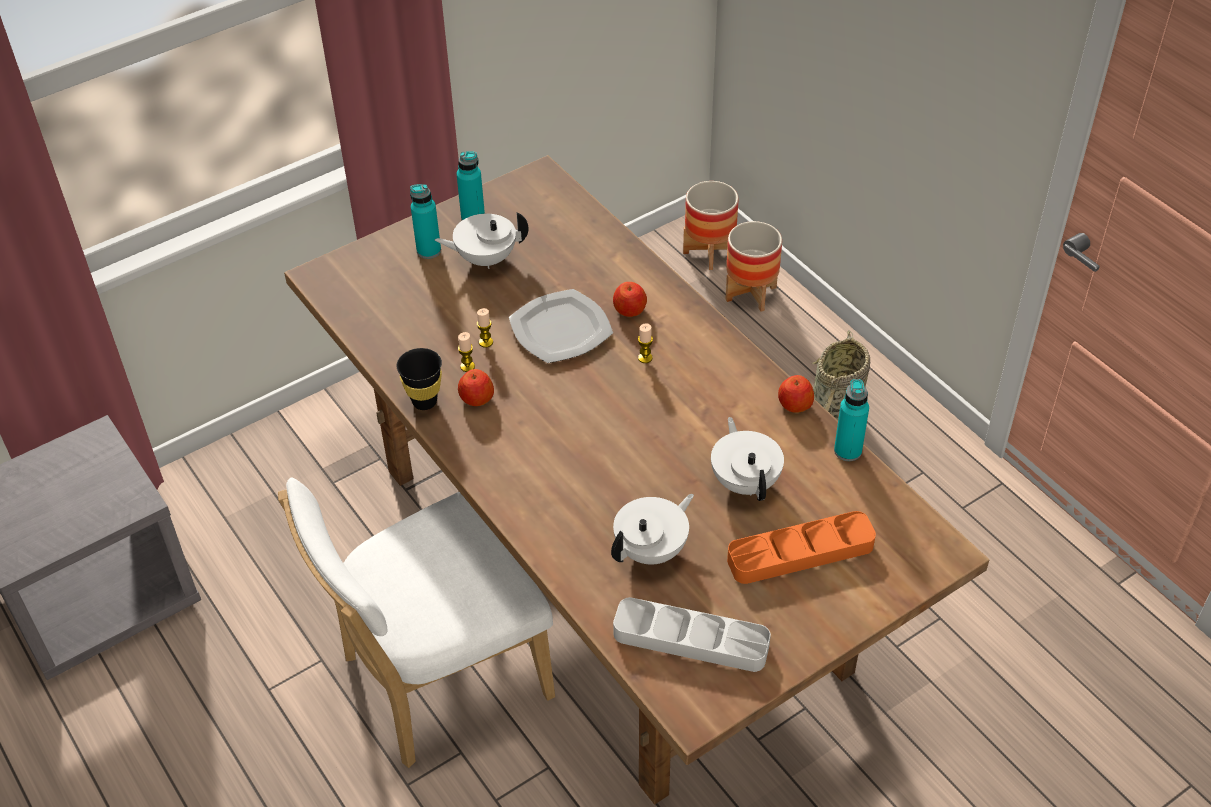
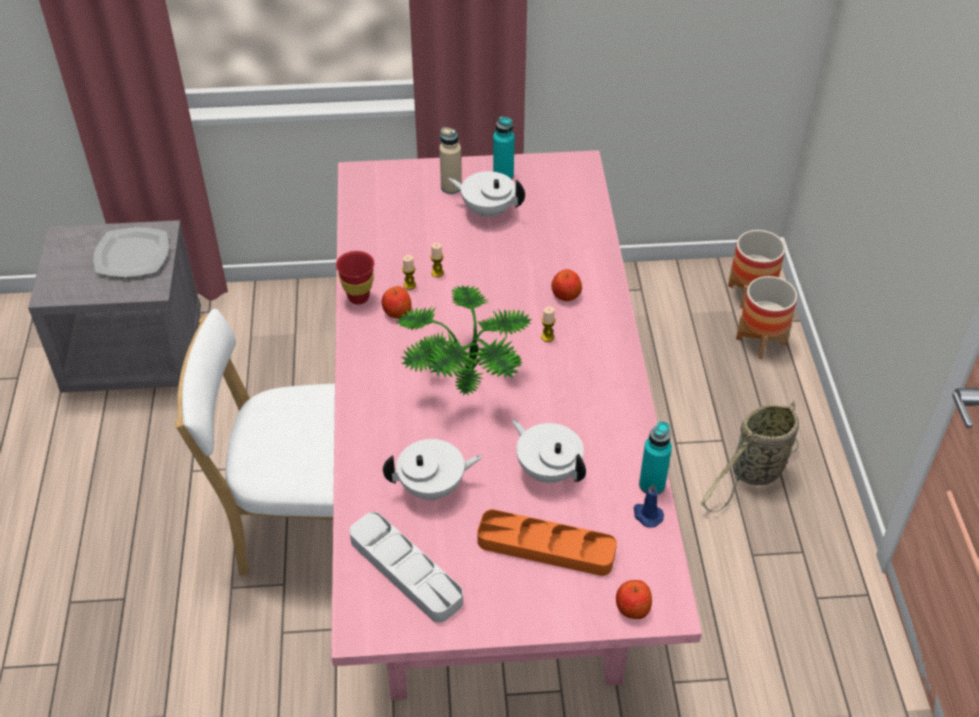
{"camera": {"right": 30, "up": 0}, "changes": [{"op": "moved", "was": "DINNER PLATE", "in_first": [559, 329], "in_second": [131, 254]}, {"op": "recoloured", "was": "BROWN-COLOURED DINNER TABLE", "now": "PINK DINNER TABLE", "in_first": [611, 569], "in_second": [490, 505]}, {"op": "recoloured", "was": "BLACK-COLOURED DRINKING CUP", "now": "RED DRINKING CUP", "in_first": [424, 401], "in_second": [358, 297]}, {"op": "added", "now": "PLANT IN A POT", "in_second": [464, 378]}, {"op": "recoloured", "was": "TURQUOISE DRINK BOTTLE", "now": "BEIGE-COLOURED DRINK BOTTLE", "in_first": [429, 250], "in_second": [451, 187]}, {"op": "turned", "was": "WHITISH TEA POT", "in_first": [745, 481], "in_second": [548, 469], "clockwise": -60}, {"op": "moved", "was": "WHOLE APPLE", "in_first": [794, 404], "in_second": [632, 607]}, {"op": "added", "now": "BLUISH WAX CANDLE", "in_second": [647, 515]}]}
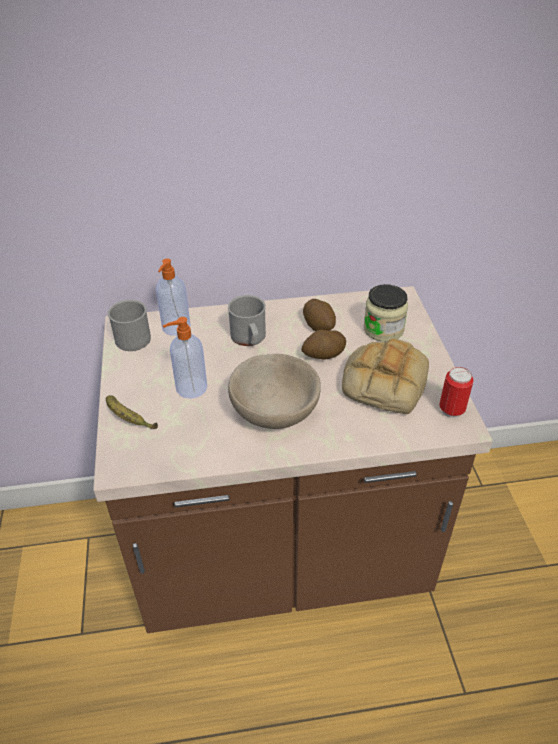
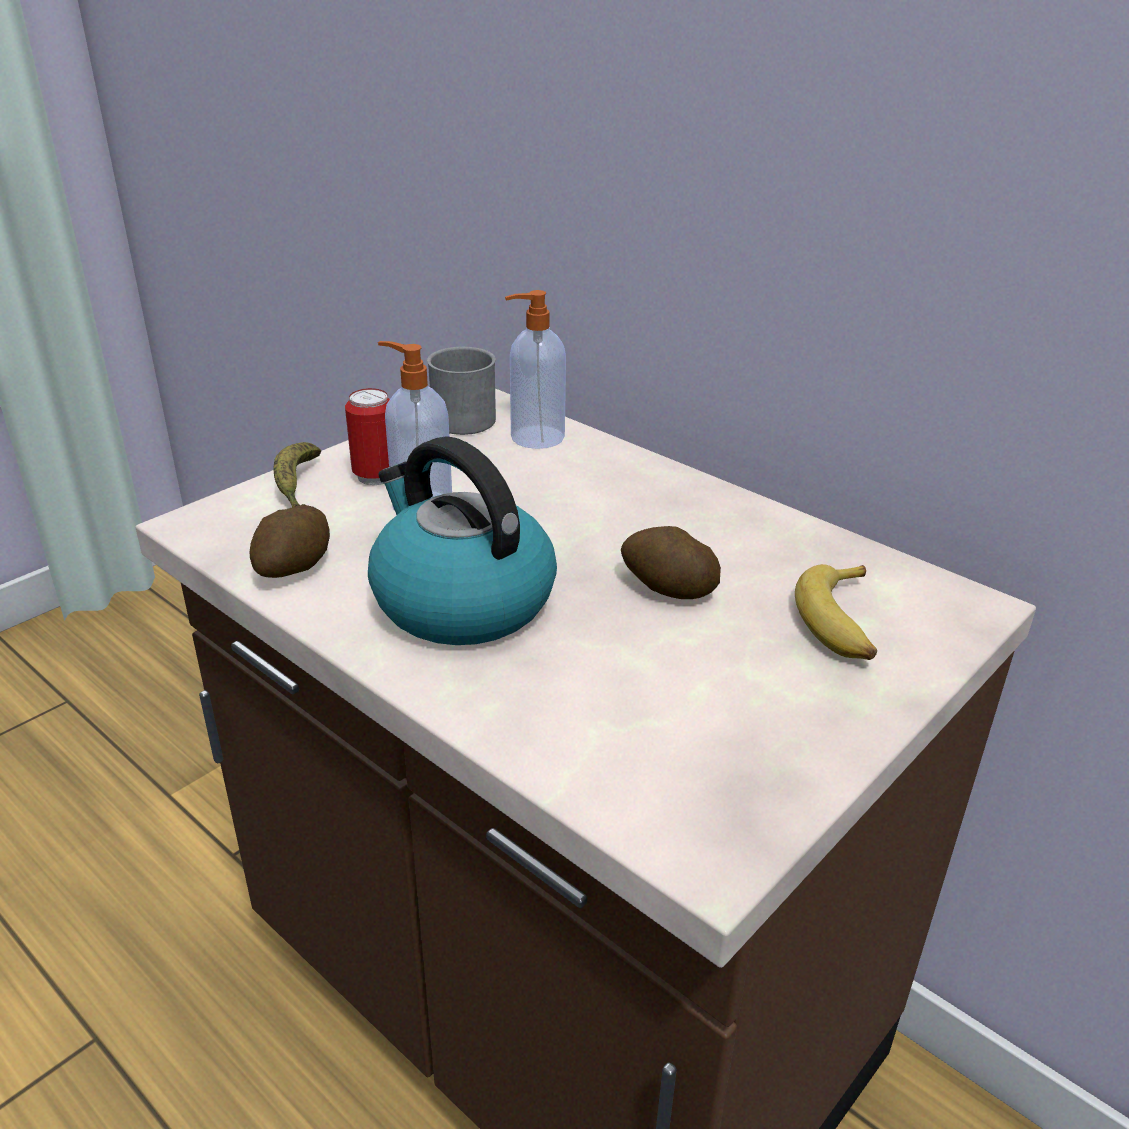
{"camera": {"right": 50, "up": -10}, "changes": [{"op": "moved", "was": "SPUD", "in_first": [319, 325], "in_second": [293, 568]}, {"op": "moved", "was": "SEALED CAN", "in_first": [451, 410], "in_second": [375, 476]}, {"op": "replaced", "was": "BEIGE-COLOURED DEEP DISH", "now": "TEA KETTLE", "in_first": [275, 411], "in_second": [460, 601]}, {"op": "replaced", "was": "STORAGE JAR", "now": "BANANA FRUIT", "in_first": [383, 329], "in_second": [842, 623]}, {"op": "removed", "was": "GREYISH TEA MUG", "in_first": [249, 339]}, {"op": "removed", "was": "BAKERY BREAD", "in_first": [383, 381]}]}
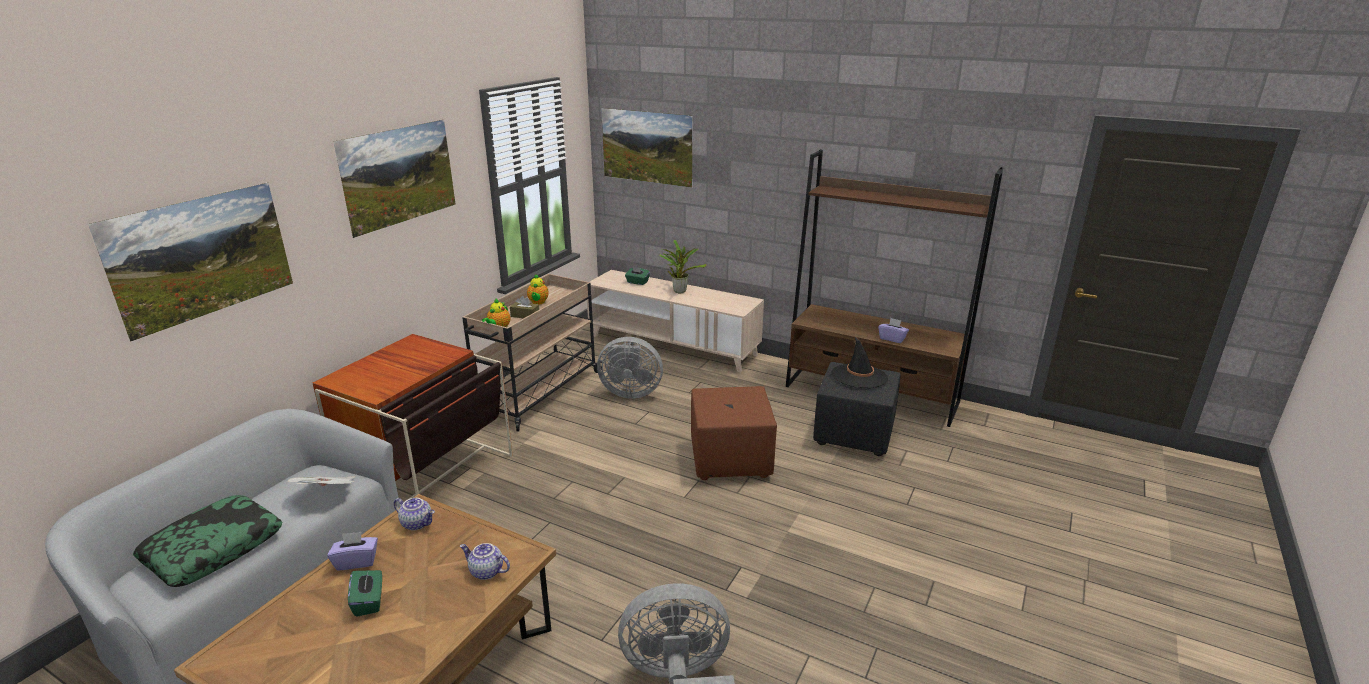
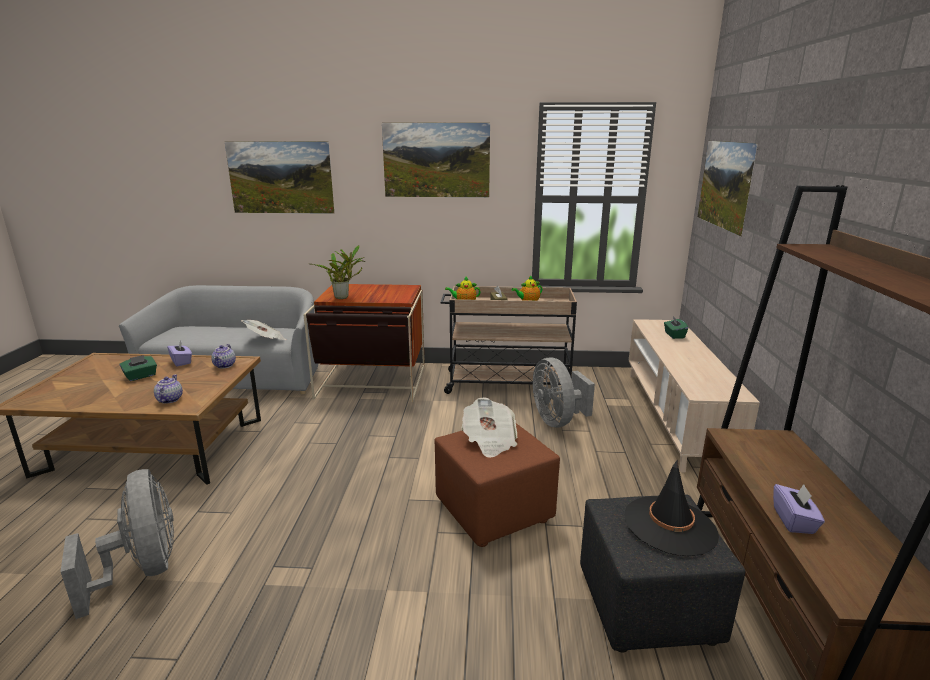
{"camera": {"right": 65, "up": -5}, "changes": [{"op": "moved", "was": "PLANT IN A POT", "in_first": [679, 290], "in_second": [343, 297]}, {"op": "added", "now": "DAILY PAPER", "in_second": [489, 441]}, {"op": "removed", "was": "CUSHION", "in_first": [213, 549]}]}
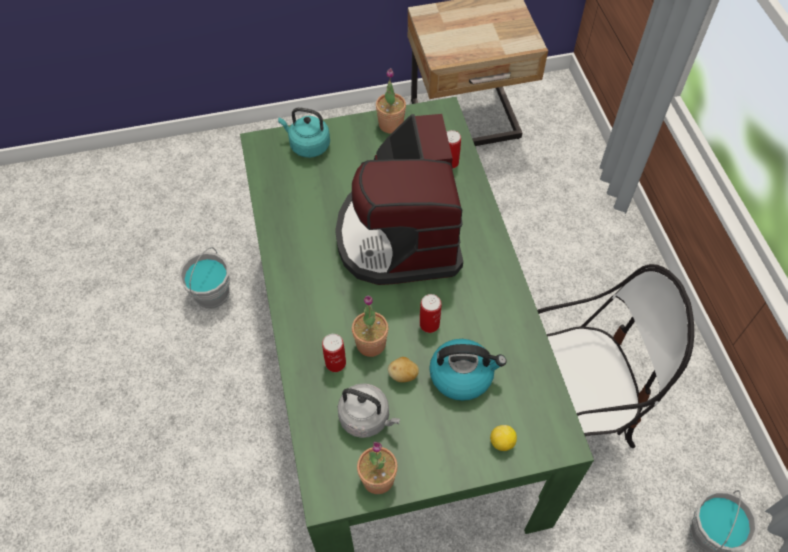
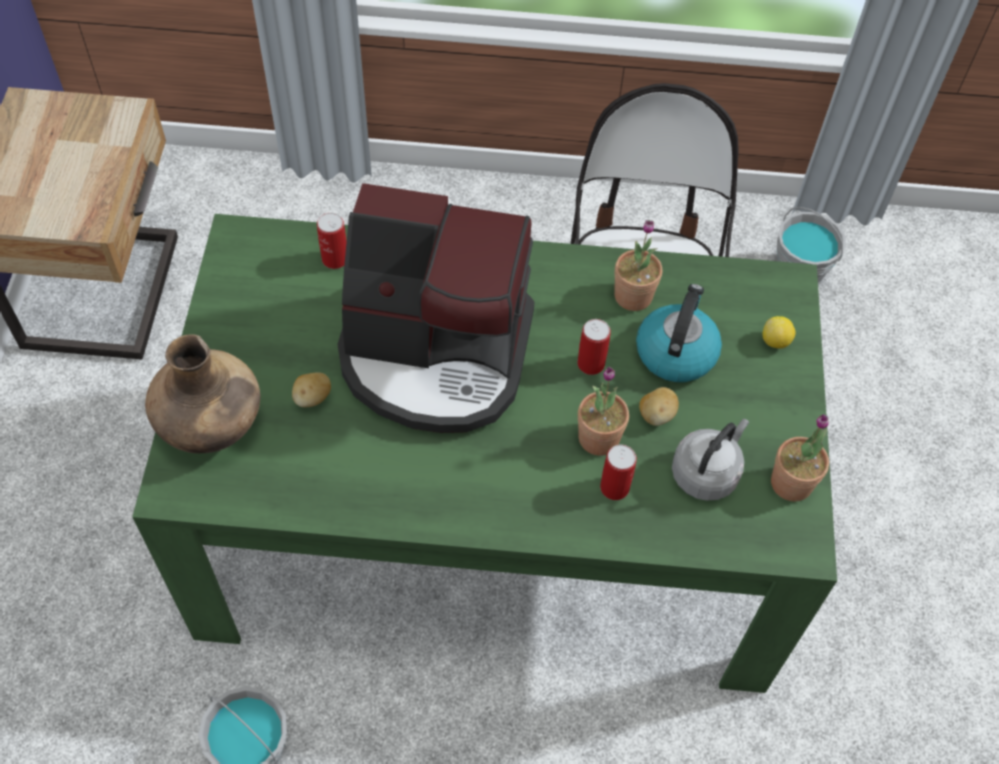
{"camera": {"right": -75, "up": 0}, "changes": [{"op": "replaced", "was": "TURQUOISE TEA KETTLE", "now": "BROWN-COLOURED DECORATIVE VASE", "in_first": [308, 145], "in_second": [211, 425]}, {"op": "added", "now": "SPUD", "in_second": [312, 398]}, {"op": "moved", "was": "PLANT IN A POT", "in_first": [391, 125], "in_second": [633, 296]}]}
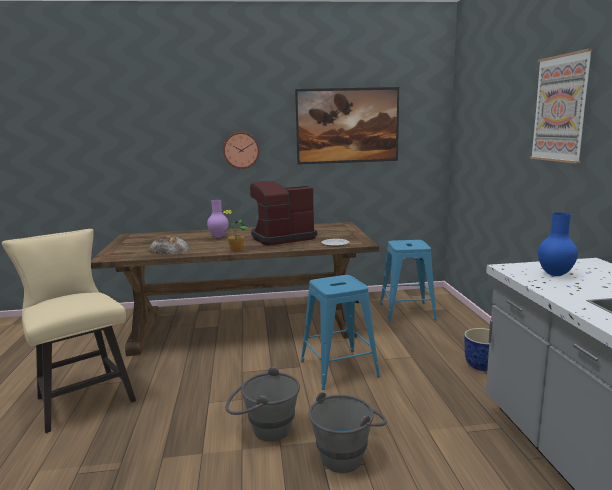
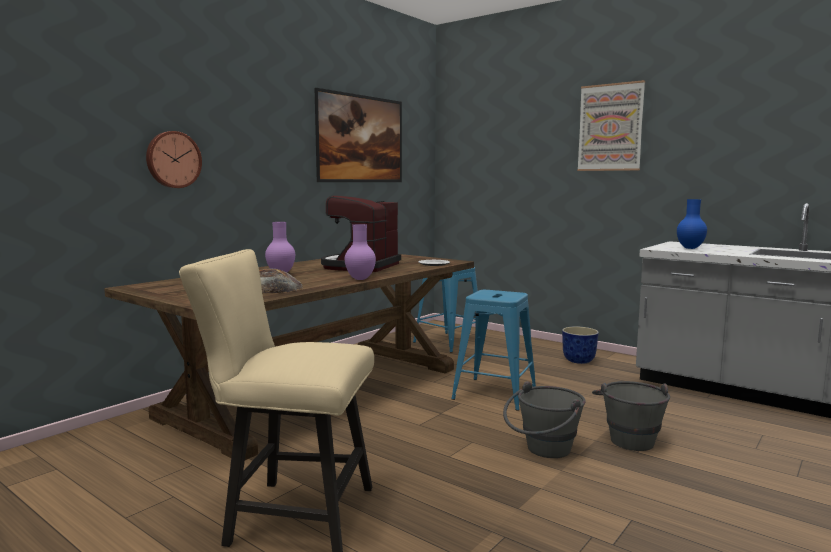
{"camera": {"right": -45, "up": -5}, "changes": [{"op": "moved", "was": "WALL CLOCK", "in_first": [241, 150], "in_second": [173, 159]}, {"op": "replaced", "was": "PLANT IN A POT", "now": "PURPLE-COLOURED DECORATIVE VASE", "in_first": [236, 251], "in_second": [360, 279]}]}
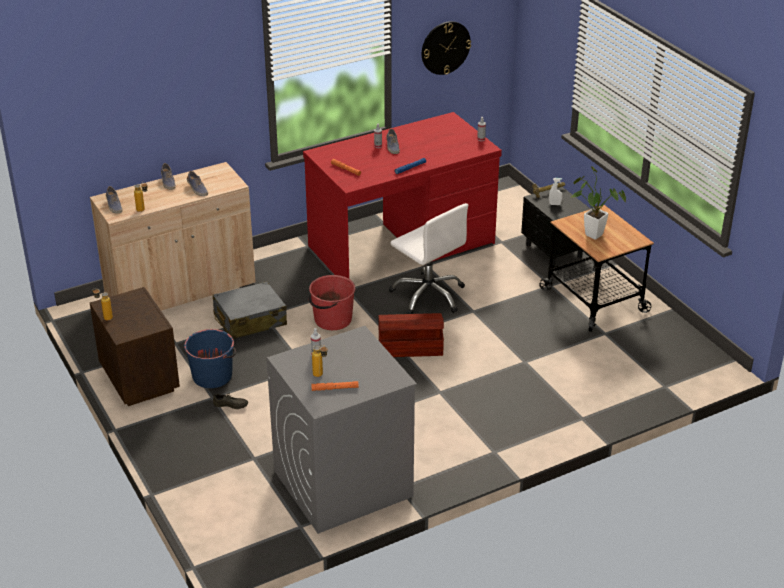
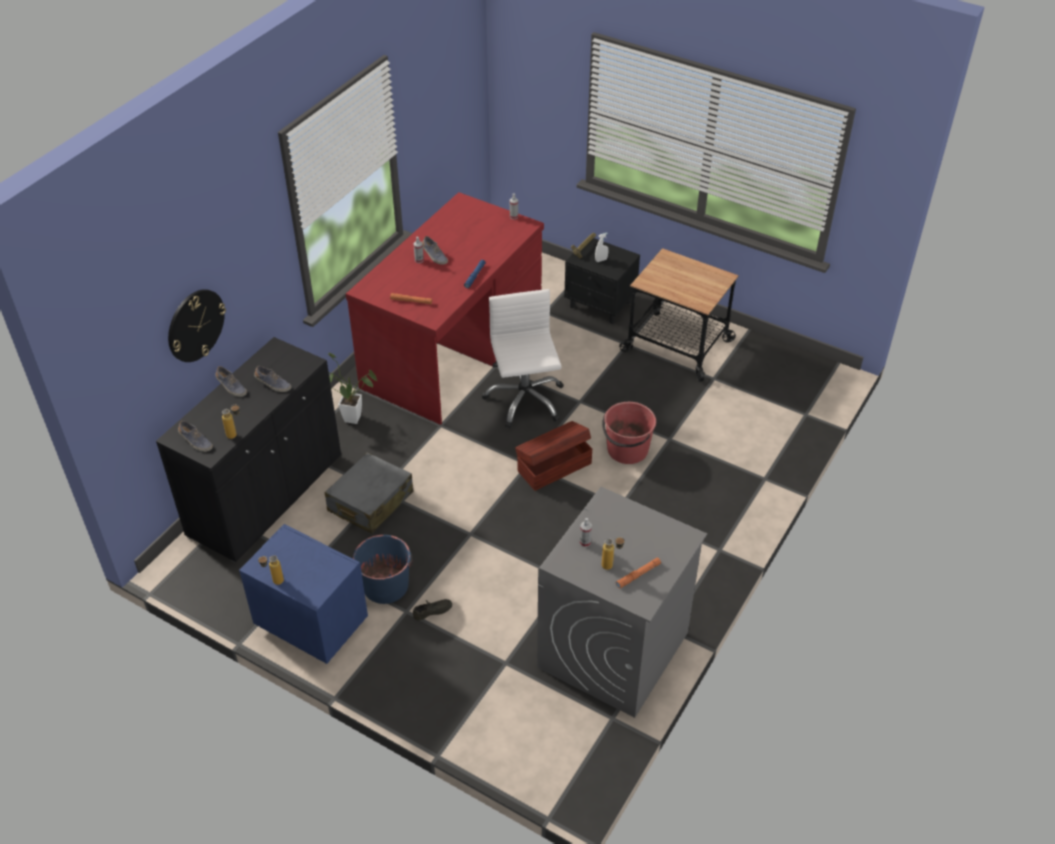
{"camera": {"right": -30, "up": 10}, "changes": [{"op": "recoloured", "was": "BEIGE-COLOURED STORAGE CABINET", "now": "BLACK-COLOURED STORAGE CABINET", "in_first": [181, 290], "in_second": [266, 495]}, {"op": "moved", "was": "WALL CLOCK", "in_first": [445, 47], "in_second": [195, 325]}, {"op": "recoloured", "was": "BROWN-COLOURED NIGHT TABLE", "now": "BLUISH NIGHT TABLE", "in_first": [140, 379], "in_second": [311, 623]}, {"op": "moved", "was": "PLANT IN A POT", "in_first": [590, 233], "in_second": [348, 418]}, {"op": "turned", "was": "WHITISH COMPUTER CHAIR", "in_first": [428, 295], "in_second": [524, 400], "clockwise": -120}, {"op": "moved", "was": "RED WATER BUCKET", "in_first": [332, 320], "in_second": [627, 450]}]}
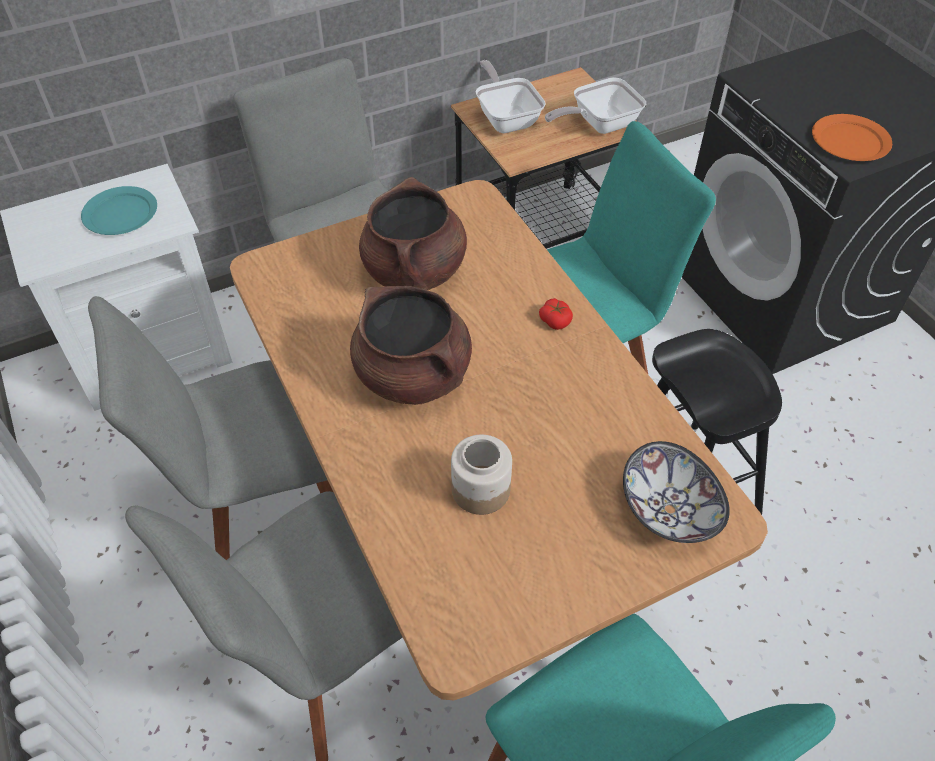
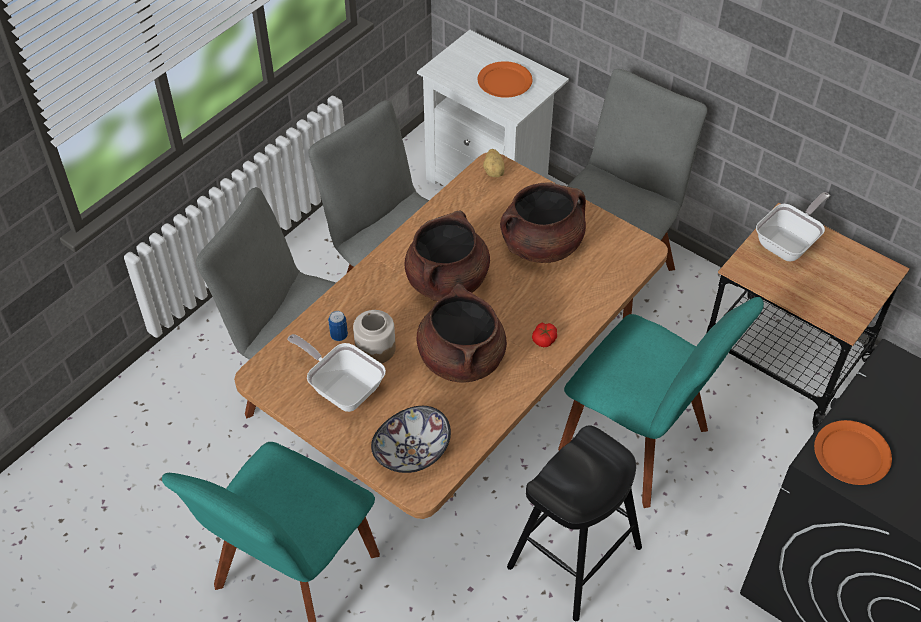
{"camera": {"right": 65, "up": 0}, "changes": [{"op": "moved", "was": "SKILLET", "in_first": [599, 125], "in_second": [342, 388]}, {"op": "added", "now": "SEALED CAN", "in_second": [339, 335]}, {"op": "added", "now": "BROWN-COLOURED SAUCEPOT", "in_second": [461, 358]}, {"op": "recoloured", "was": "TURQUOISE DINNER PLATE", "now": "ORANGE DINNER PLATE", "in_first": [120, 213], "in_second": [505, 82]}, {"op": "added", "now": "SPUD", "in_second": [494, 171]}]}
